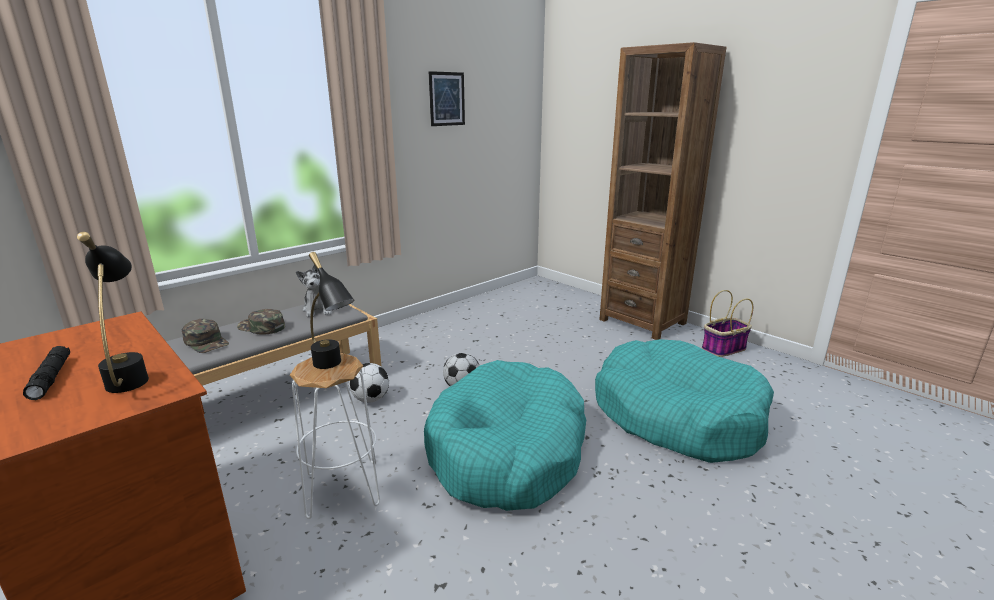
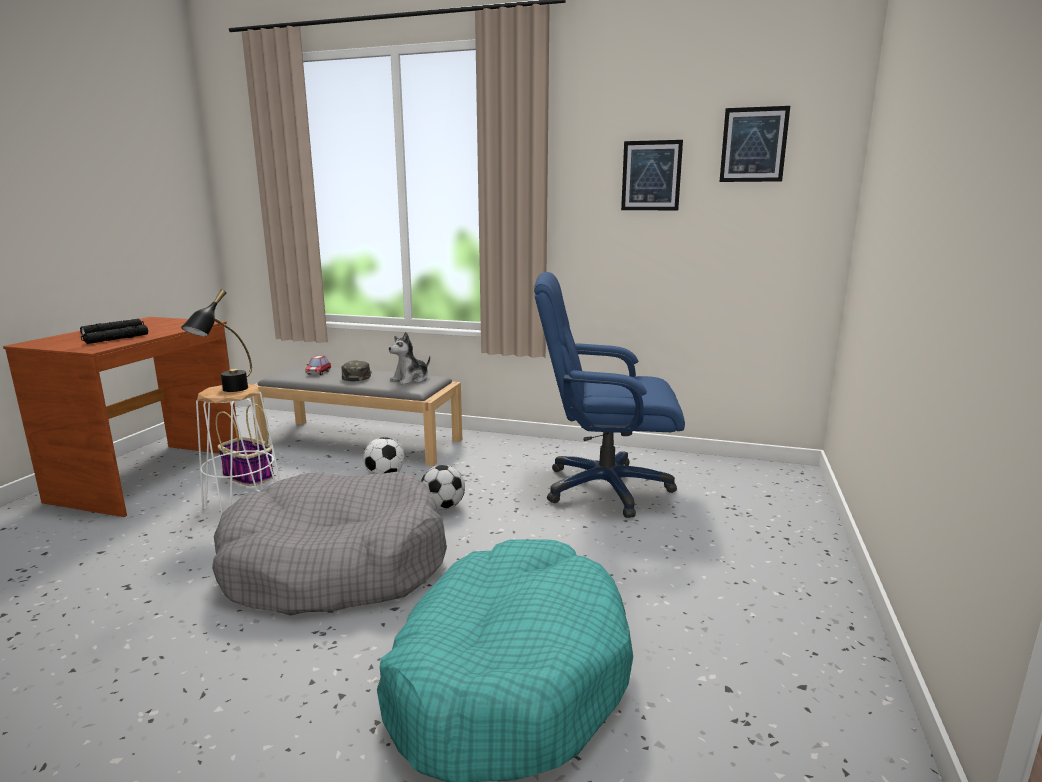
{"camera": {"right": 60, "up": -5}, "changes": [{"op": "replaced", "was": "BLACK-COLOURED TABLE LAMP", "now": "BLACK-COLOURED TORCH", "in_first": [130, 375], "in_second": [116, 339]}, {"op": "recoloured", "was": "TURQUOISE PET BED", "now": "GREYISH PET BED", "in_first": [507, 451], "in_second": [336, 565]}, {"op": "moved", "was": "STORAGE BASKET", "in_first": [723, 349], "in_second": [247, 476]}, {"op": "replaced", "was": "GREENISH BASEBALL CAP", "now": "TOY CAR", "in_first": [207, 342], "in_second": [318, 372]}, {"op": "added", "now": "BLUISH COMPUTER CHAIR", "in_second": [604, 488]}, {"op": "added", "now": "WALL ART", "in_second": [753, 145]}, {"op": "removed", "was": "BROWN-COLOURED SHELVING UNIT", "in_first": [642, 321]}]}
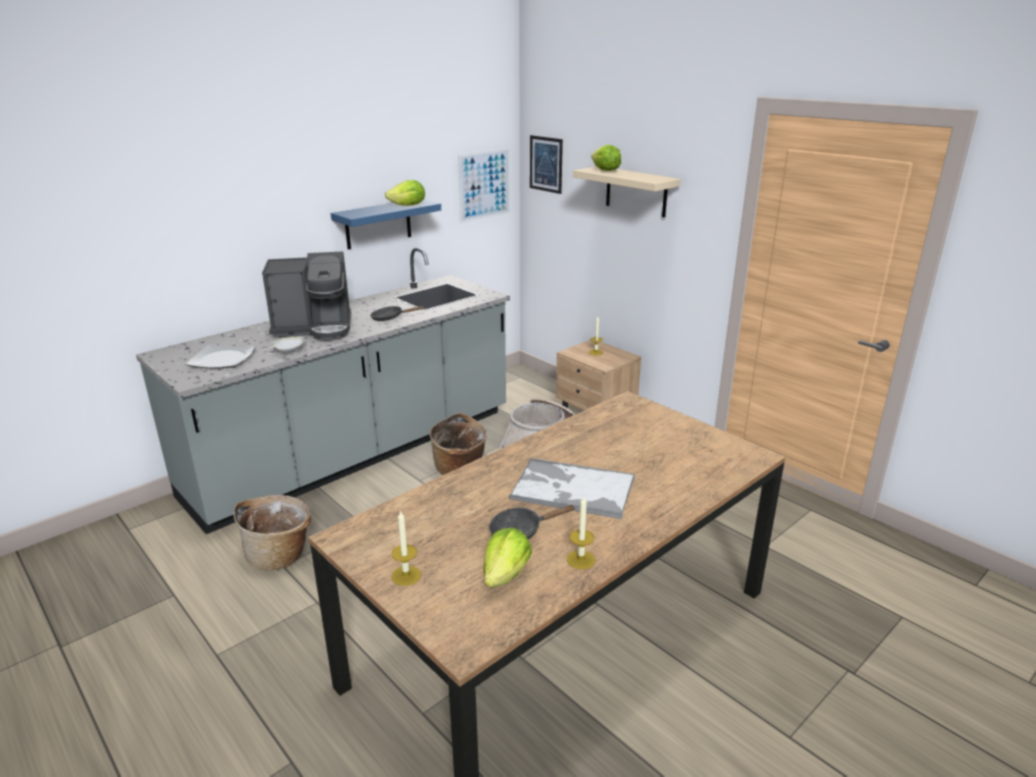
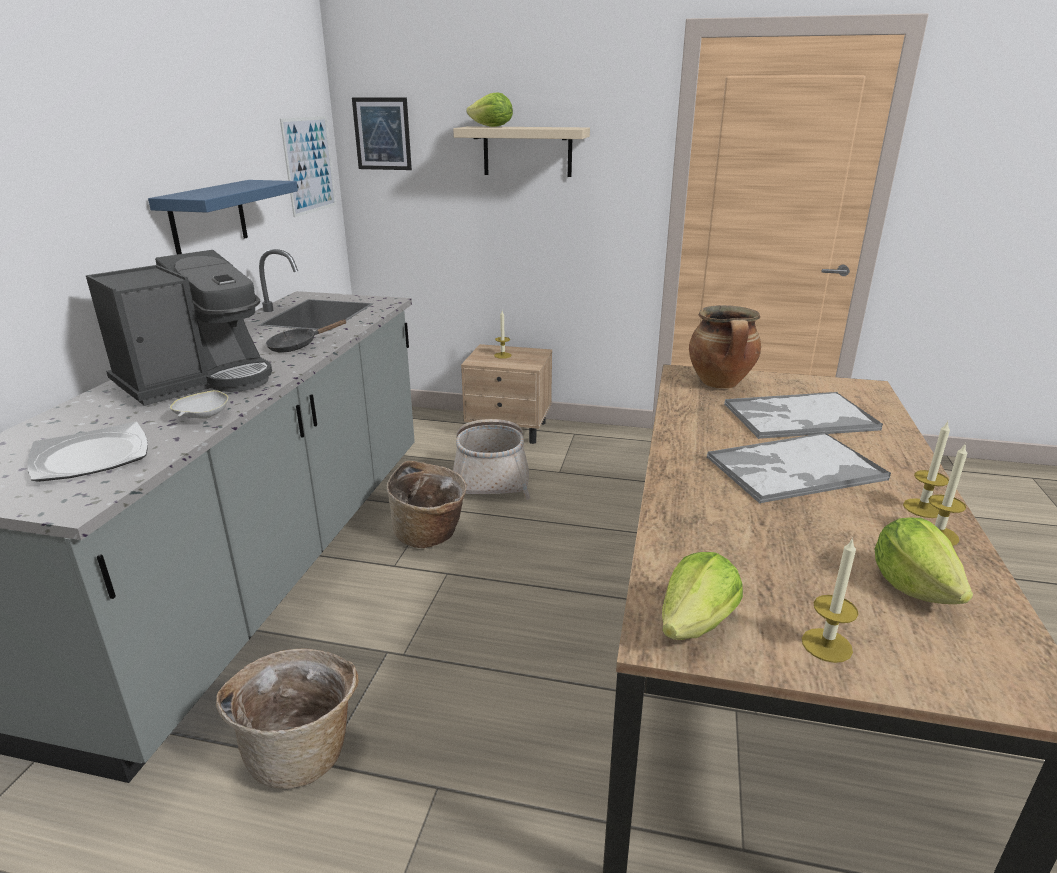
{"camera": {"right": -35, "up": 0}, "changes": [{"op": "moved", "was": "LETTUCE HEAD", "in_first": [408, 206], "in_second": [696, 624]}, {"op": "added", "now": "SAUCEPOT", "in_second": [721, 384]}, {"op": "added", "now": "TRAY", "in_second": [798, 417]}, {"op": "added", "now": "WAX CANDLE", "in_second": [922, 508]}, {"op": "removed", "was": "BLACK-COLOURED SKILLET", "in_first": [521, 531]}]}
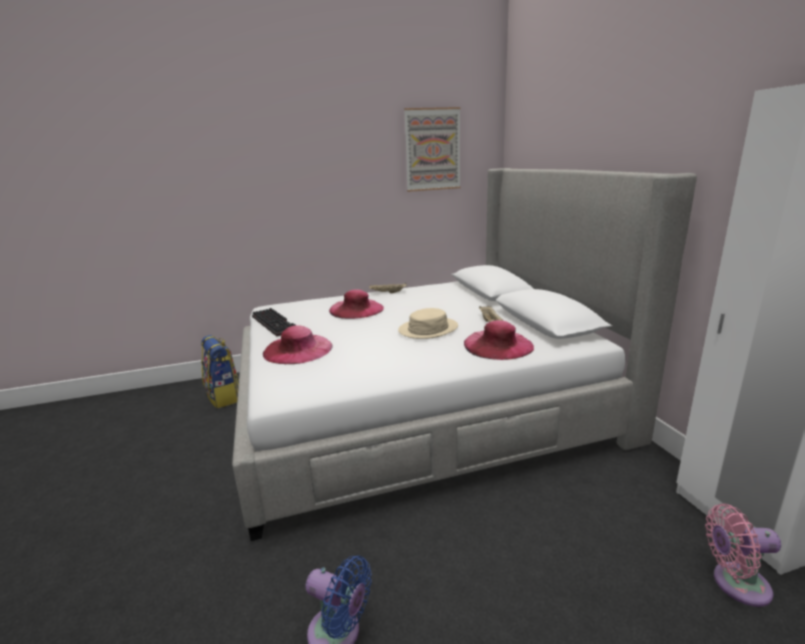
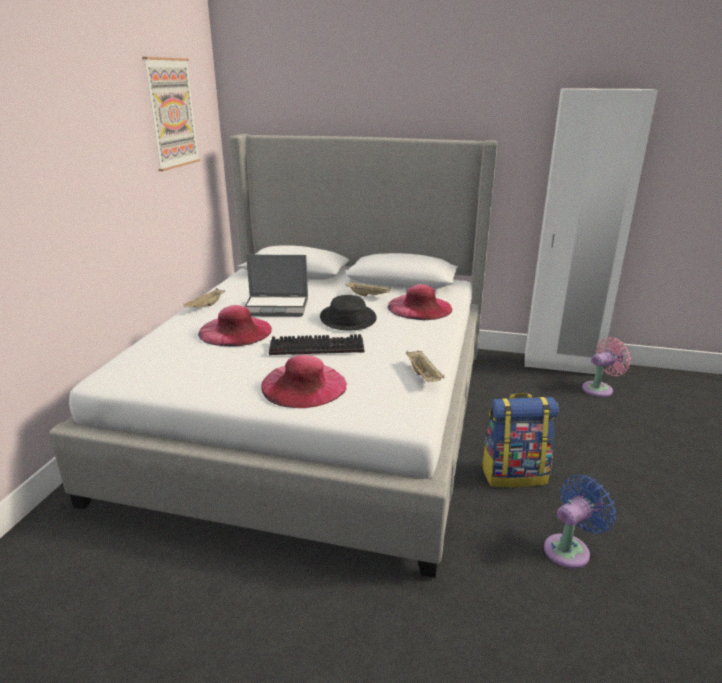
{"camera": {"right": -60, "up": 5}, "changes": [{"op": "added", "now": "LAPTOP", "in_second": [277, 307]}, {"op": "moved", "was": "PC KEYBOARD", "in_first": [276, 323], "in_second": [318, 347]}, {"op": "recoloured", "was": "BEIGE-COLOURED CLOTHING HAT", "now": "BLACK-COLOURED CLOTHING HAT", "in_first": [428, 329], "in_second": [347, 318]}, {"op": "added", "now": "BEIGE-COLOURED TRAY", "in_second": [424, 376]}, {"op": "moved", "was": "RUCKSACK", "in_first": [224, 397], "in_second": [514, 474]}, {"op": "turned", "was": "PINK FAN", "in_first": [735, 584], "in_second": [599, 389], "clockwise": -150}]}
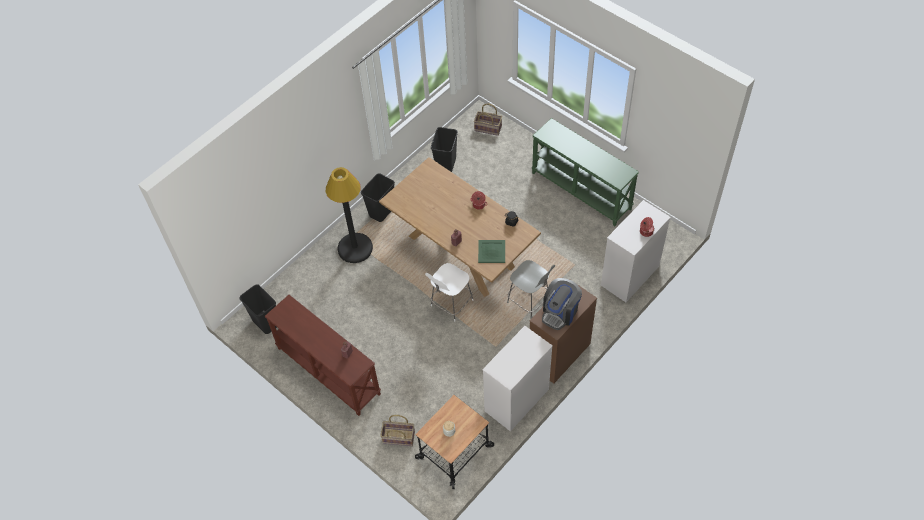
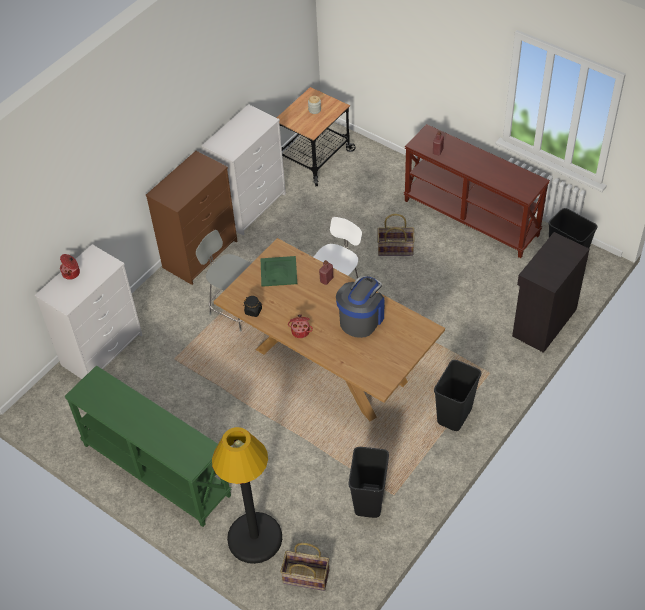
{"camera": {"right": 175, "up": -5}, "changes": [{"op": "moved", "was": "BLACK-COLOURED FLOOR LAMP", "in_first": [355, 248], "in_second": [255, 538]}, {"op": "moved", "was": "COFFEE BREWER", "in_first": [560, 312], "in_second": [361, 318]}, {"op": "moved", "was": "STORAGE BASKET", "in_first": [398, 438], "in_second": [395, 248]}, {"op": "added", "now": "BLACK-COLOURED STORAGE CABINET", "in_second": [543, 322]}]}
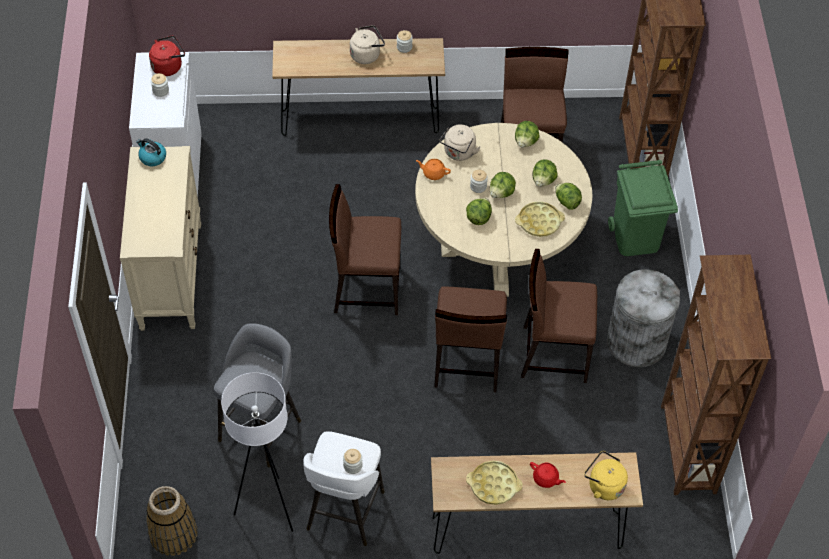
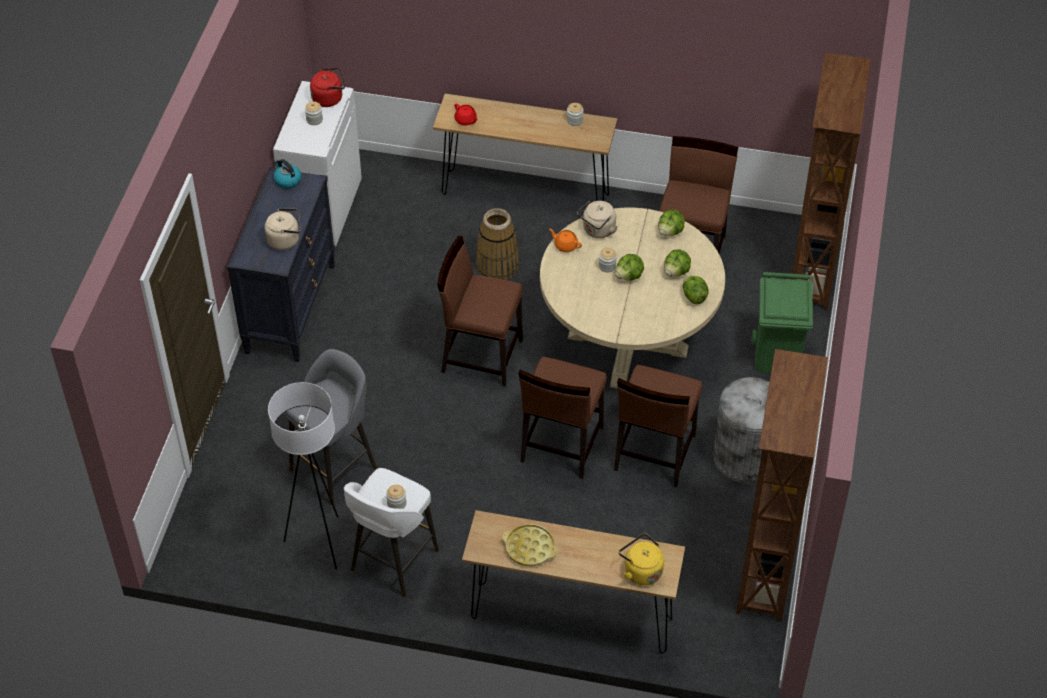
{"camera": {"right": 15, "up": -5}, "changes": [{"op": "recoloured", "was": "BEIGE-COLOURED DRESSER", "now": "BLACK-COLOURED DRESSER", "in_first": [170, 276], "in_second": [290, 308]}, {"op": "moved", "was": "BEIGE-COLOURED TEA KETTLE", "in_first": [366, 54], "in_second": [285, 240]}, {"op": "moved", "was": "RED TEA POT", "in_first": [546, 479], "in_second": [466, 120]}, {"op": "moved", "was": "STORAGE BASKET", "in_first": [173, 533], "in_second": [497, 265]}, {"op": "turned", "was": "BROWN-COLOURED UPRIGHT CHAIR", "in_first": [553, 353], "in_second": [654, 453], "clockwise": -90}, {"op": "removed", "was": "LETTUCE HEAD", "in_first": [478, 218]}, {"op": "removed", "was": "YELLOW TRAY", "in_first": [539, 222]}]}
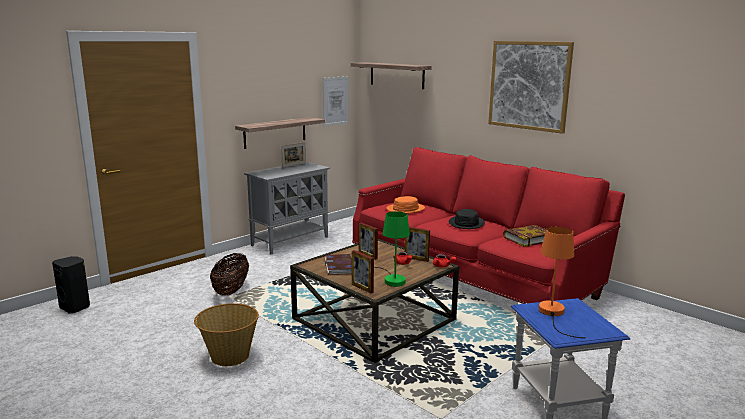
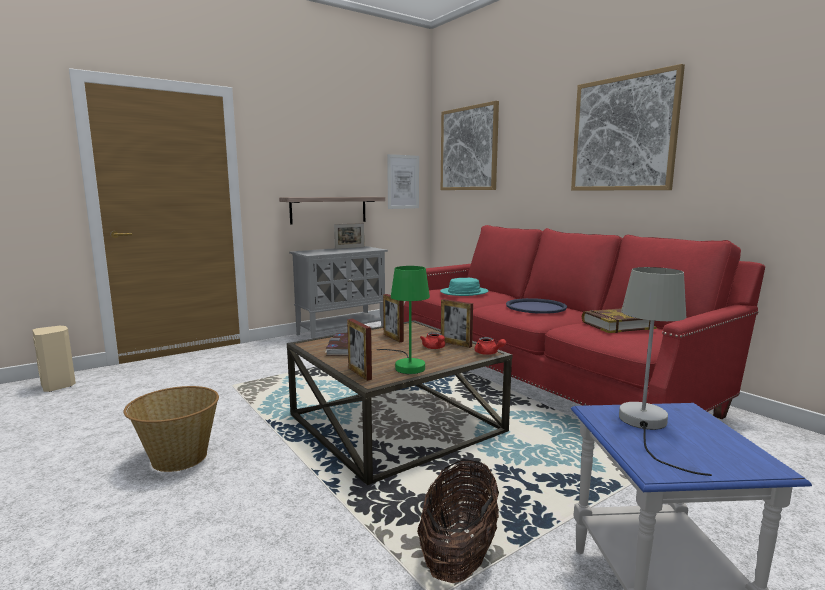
{"camera": {"right": 10, "up": -5}, "changes": [{"op": "recoloured", "was": "BLACK-COLOURED LOUDSPEAKER", "now": "BEIGE-COLOURED LOUDSPEAKER", "in_first": [76, 307], "in_second": [59, 386]}, {"op": "moved", "was": "STORAGE BASKET", "in_first": [231, 290], "in_second": [459, 555]}, {"op": "recoloured", "was": "ORANGE CLOTHING HAT", "now": "TURQUOISE CLOTHING HAT", "in_first": [405, 209], "in_second": [464, 292]}, {"op": "replaced", "was": "SHELF", "now": "WALL ART", "in_first": [396, 75], "in_second": [468, 149]}, {"op": "replaced", "was": "BLACK-COLOURED CLOTHING HAT", "now": "BLUISH TRAY", "in_first": [466, 223], "in_second": [535, 307]}, {"op": "recoloured", "was": "ORANGE TABLE LAMP", "now": "GREYISH TABLE LAMP", "in_first": [553, 314], "in_second": [646, 426]}]}
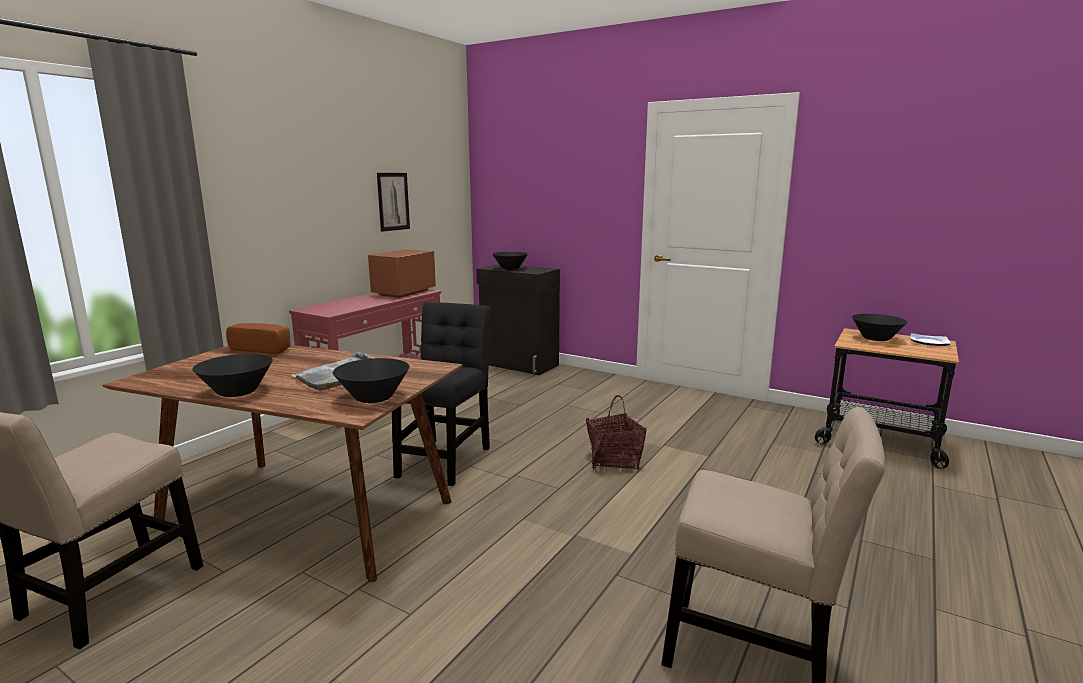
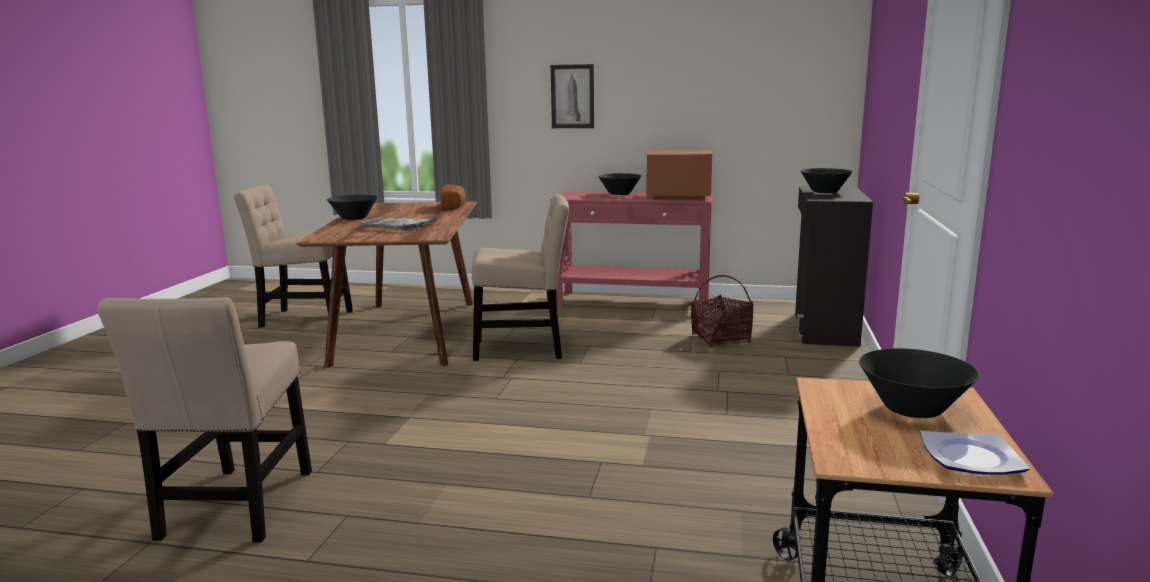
{"camera": {"right": 70, "up": 0}, "changes": [{"op": "recoloured", "was": "BLACK-COLOURED UPRIGHT CHAIR", "now": "BEIGE-COLOURED UPRIGHT CHAIR", "in_first": [445, 459], "in_second": [523, 349]}, {"op": "moved", "was": "WALL ART", "in_first": [393, 201], "in_second": [572, 96]}, {"op": "moved", "was": "BLACK-COLOURED DEEP DISH", "in_first": [373, 398], "in_second": [619, 194]}, {"op": "moved", "was": "STORAGE BASKET", "in_first": [614, 460], "in_second": [721, 339]}]}
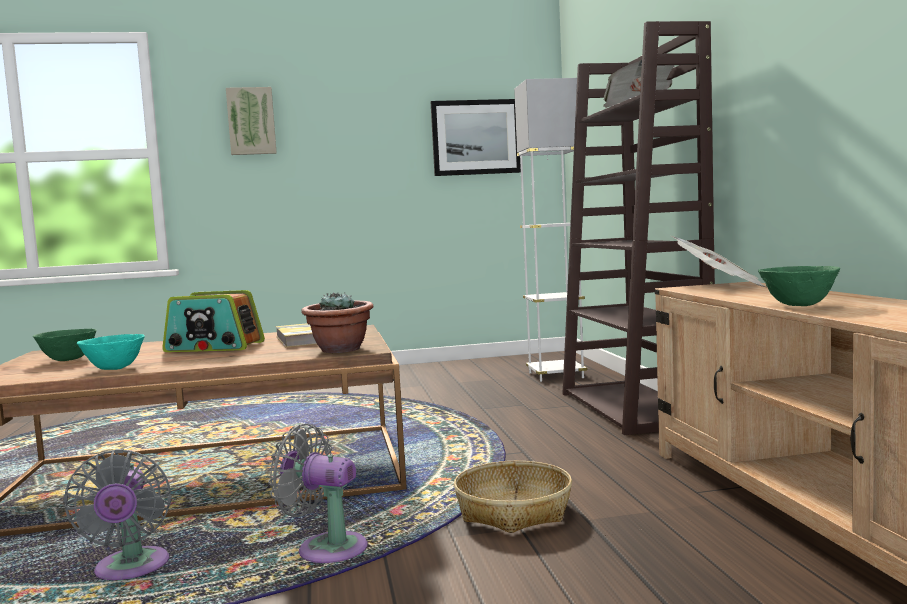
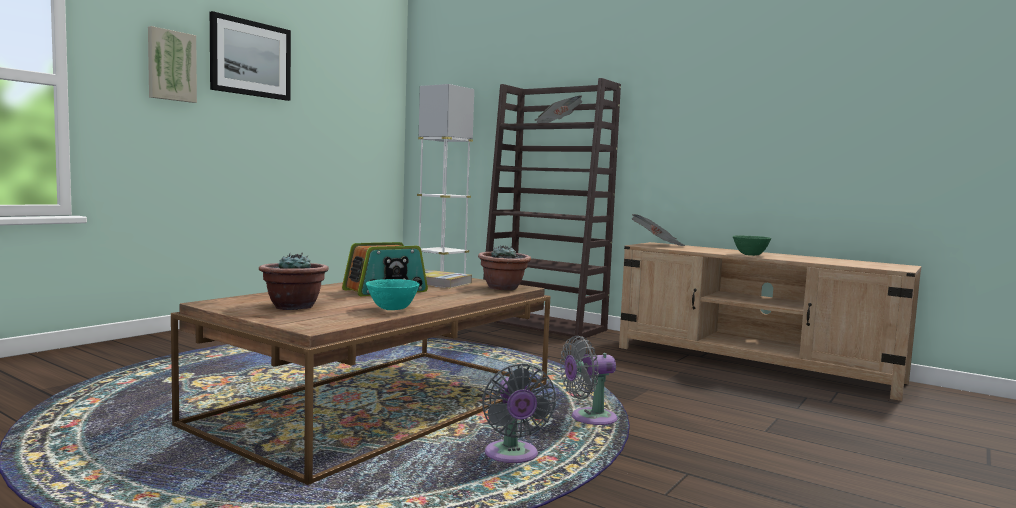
{"camera": {"right": -45, "up": 0}, "changes": [{"op": "moved", "was": "WALL ART", "in_first": [476, 137], "in_second": [250, 58]}, {"op": "replaced", "was": "GREENISH DEEP DISH", "now": "PLANT IN A POT", "in_first": [68, 360], "in_second": [293, 307]}, {"op": "turned", "was": "GREYISH FAN", "in_first": [130, 570], "in_second": [512, 457], "clockwise": 45}, {"op": "removed", "was": "STORAGE BASKET", "in_first": [514, 511]}]}
